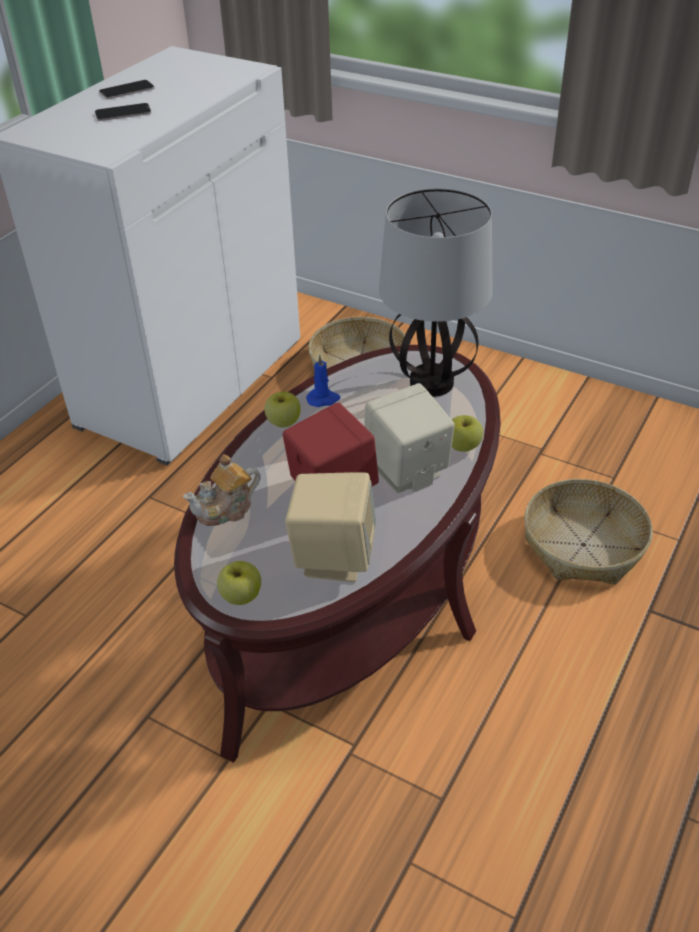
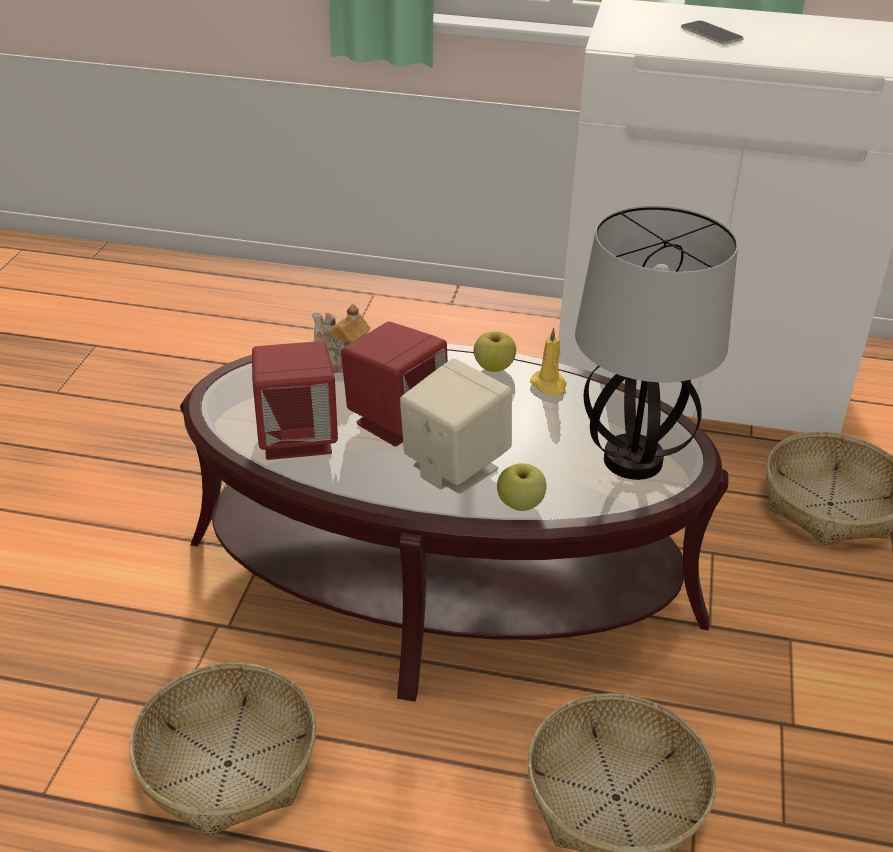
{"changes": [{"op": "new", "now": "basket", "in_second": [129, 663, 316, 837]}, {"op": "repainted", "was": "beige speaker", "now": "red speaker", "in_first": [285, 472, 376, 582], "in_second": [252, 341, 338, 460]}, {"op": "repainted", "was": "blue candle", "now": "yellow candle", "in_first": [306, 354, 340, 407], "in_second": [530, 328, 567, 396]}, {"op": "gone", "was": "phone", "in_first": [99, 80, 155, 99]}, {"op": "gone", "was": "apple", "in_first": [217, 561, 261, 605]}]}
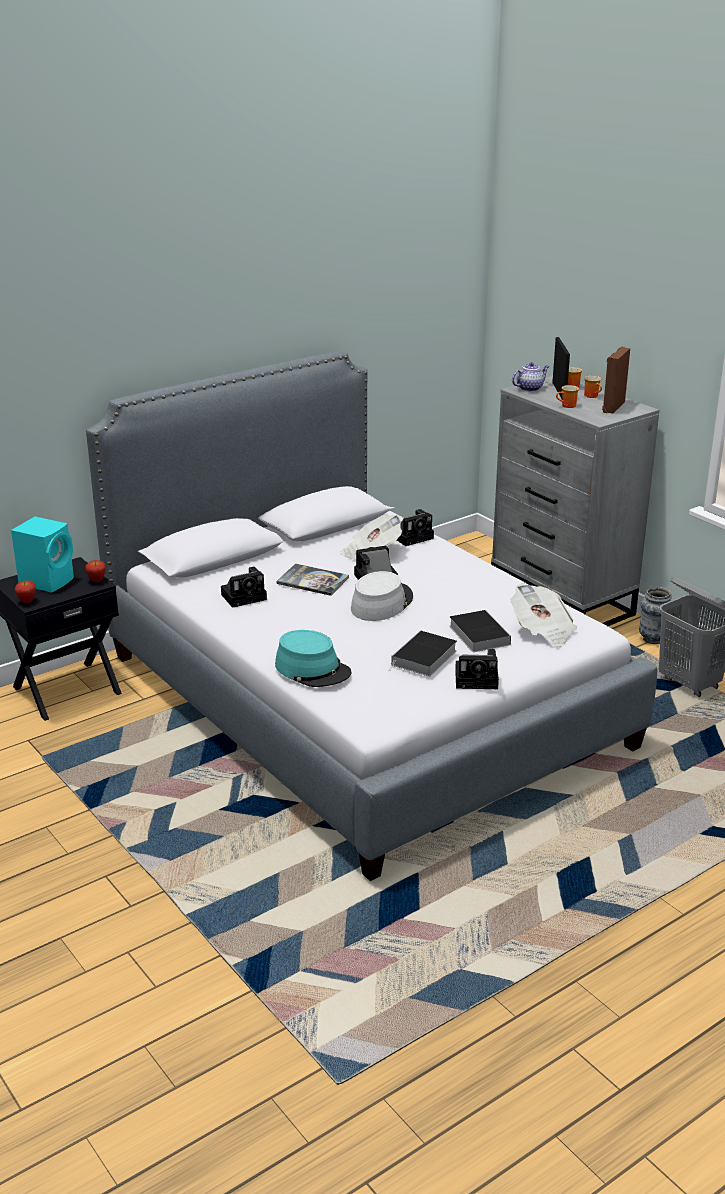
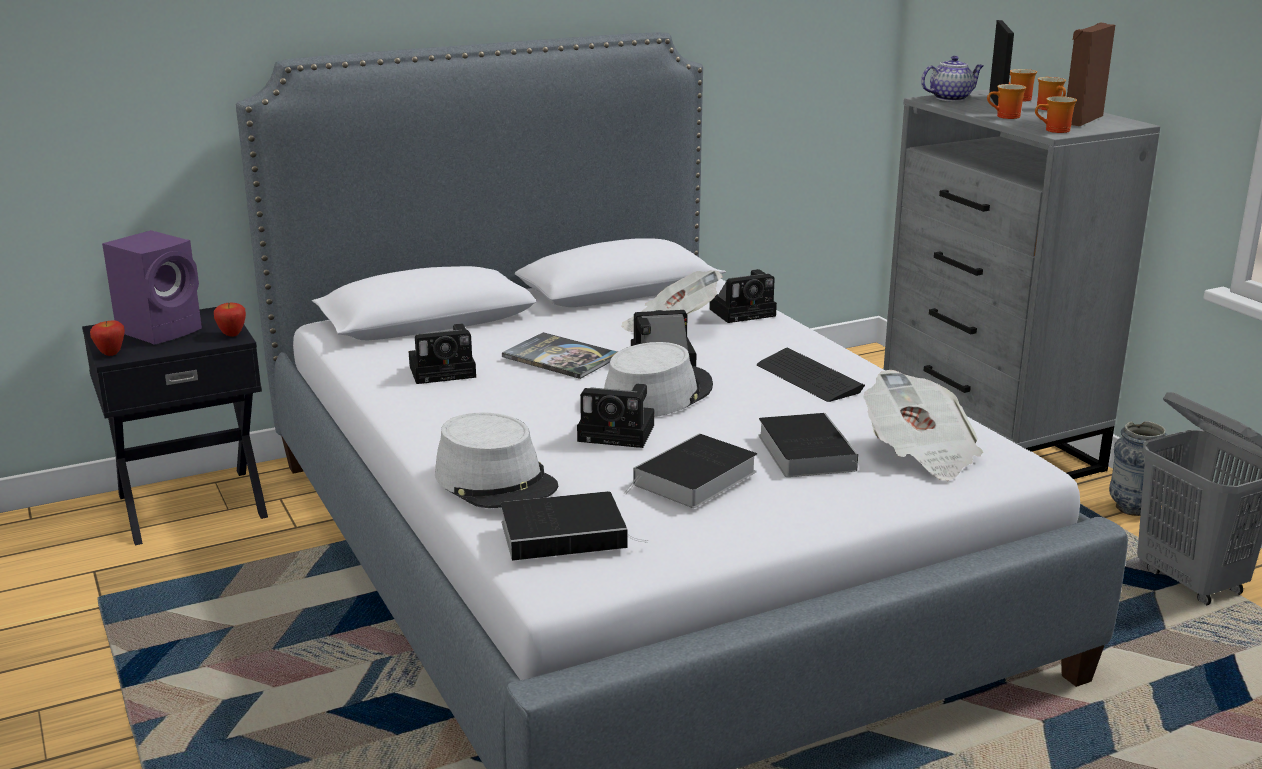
{"changes": [{"op": "repainted", "was": "turquoise speaker", "now": "purple speaker", "in_first": [11, 517, 74, 593], "in_second": [102, 230, 202, 345]}, {"op": "repainted", "was": "turquoise hat", "now": "grey hat", "in_first": [275, 630, 352, 687], "in_second": [435, 412, 558, 508]}, {"op": "new", "now": "book", "in_second": [501, 491, 648, 561]}, {"op": "shifted", "was": "photo camera", "in_first": [455, 649, 499, 689], "in_second": [577, 384, 654, 448]}, {"op": "new", "now": "keyboard", "in_second": [757, 348, 865, 402]}, {"op": "new", "now": "mug", "in_second": [1035, 96, 1077, 133]}]}
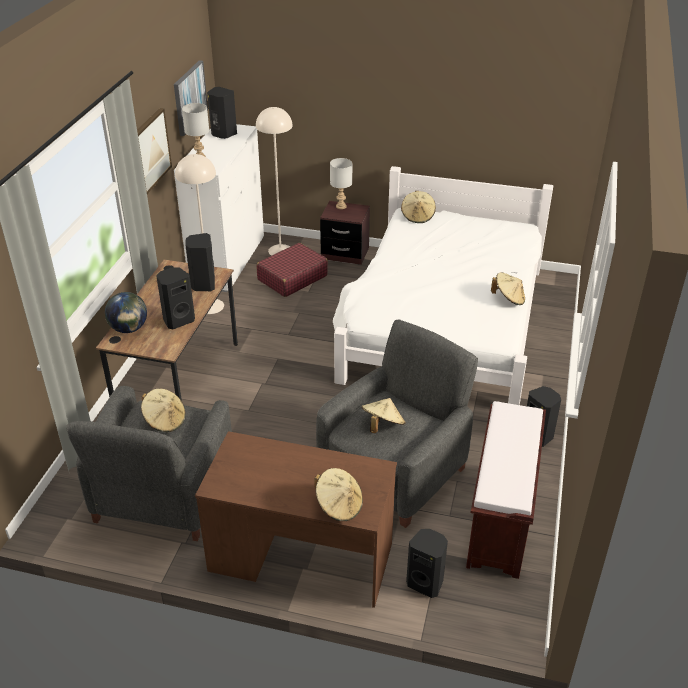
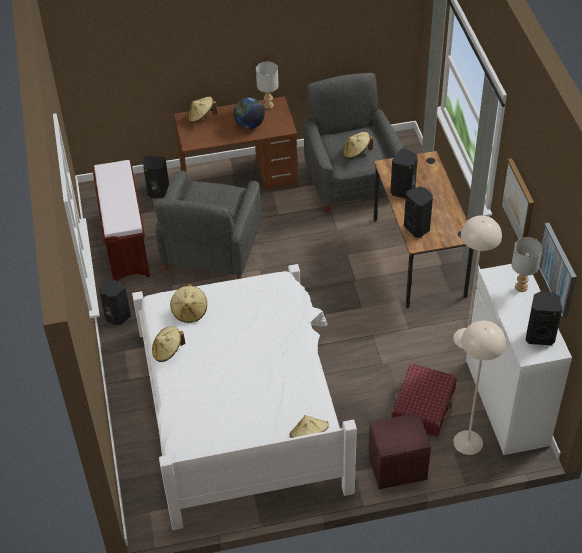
{"changes": [{"op": "shifted", "was": "beige hat", "in_first": [361, 398, 406, 433], "in_second": [170, 284, 207, 323]}, {"op": "shifted", "was": "globe", "in_first": [105, 292, 147, 333], "in_second": [234, 97, 265, 129]}, {"op": "shifted", "was": "grey table lamp", "in_first": [330, 158, 352, 209], "in_second": [256, 62, 279, 109]}]}
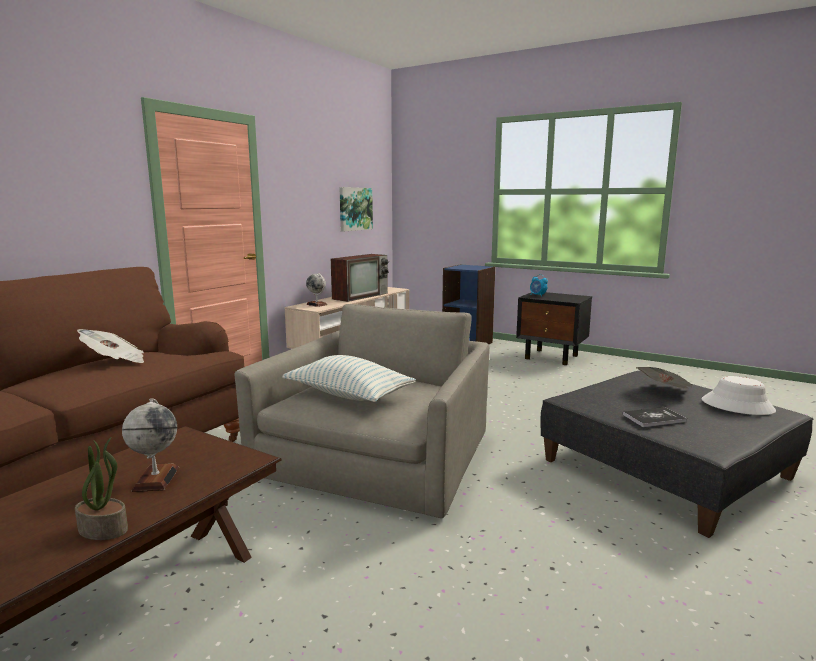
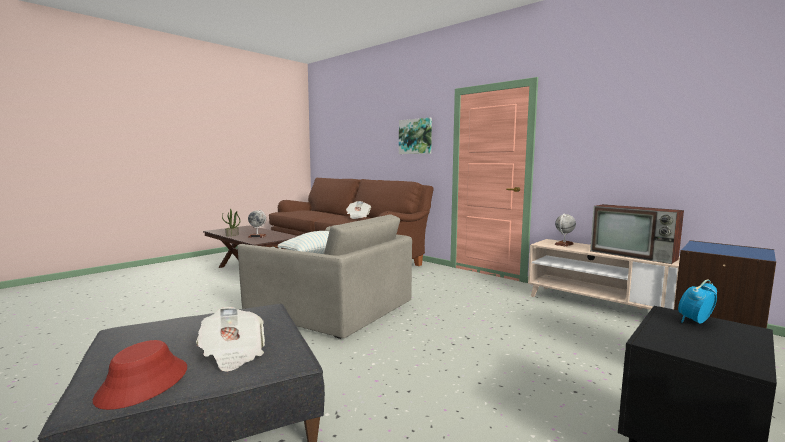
{"changes": [{"op": "repainted", "was": "white hat", "now": "red hat", "in_first": [702, 376, 776, 415], "in_second": [93, 340, 187, 410]}, {"op": "shifted", "was": "picture", "in_first": [339, 187, 373, 231], "in_second": [399, 118, 432, 154]}, {"op": "gone", "was": "book", "in_first": [623, 407, 687, 427]}]}
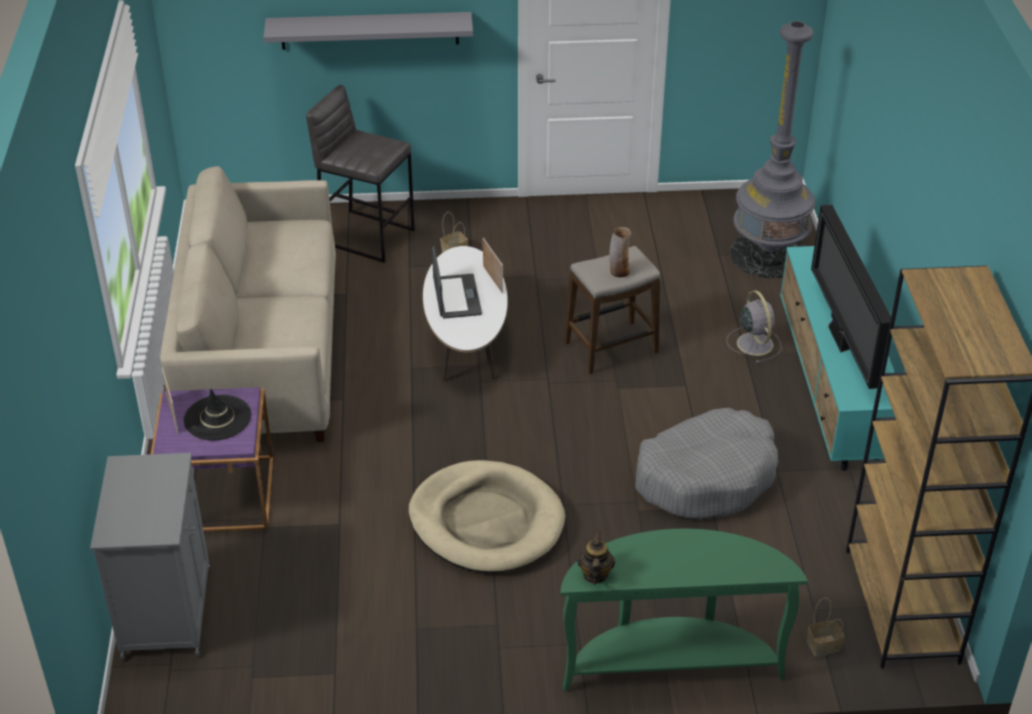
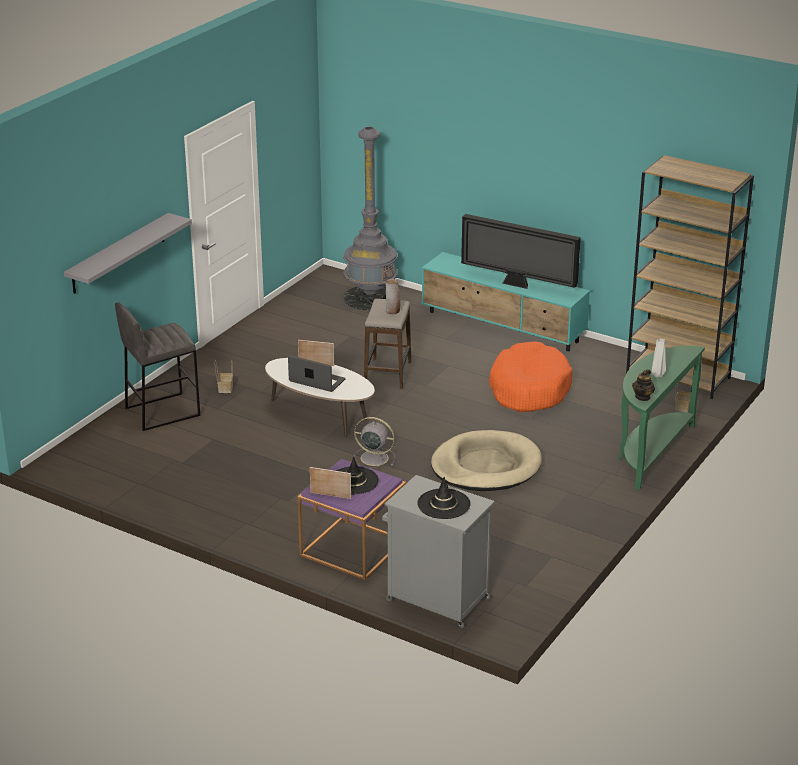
{"changes": [{"op": "shifted", "was": "grey fan", "in_first": [727, 290, 782, 363], "in_second": [354, 417, 395, 468]}, {"op": "new", "now": "black hat", "in_second": [417, 477, 471, 519]}, {"op": "repainted", "was": "grey dog bed", "now": "orange dog bed", "in_first": [635, 408, 778, 519], "in_second": [489, 341, 572, 412]}, {"op": "rotated", "was": "teapot", "in_first": [577, 531, 615, 585], "in_second": [632, 369, 655, 401], "clockwise": -105}, {"op": "new", "now": "grey vase", "in_second": [652, 338, 666, 378]}, {"op": "gone", "was": "beige sofa", "in_first": [160, 166, 336, 442]}]}
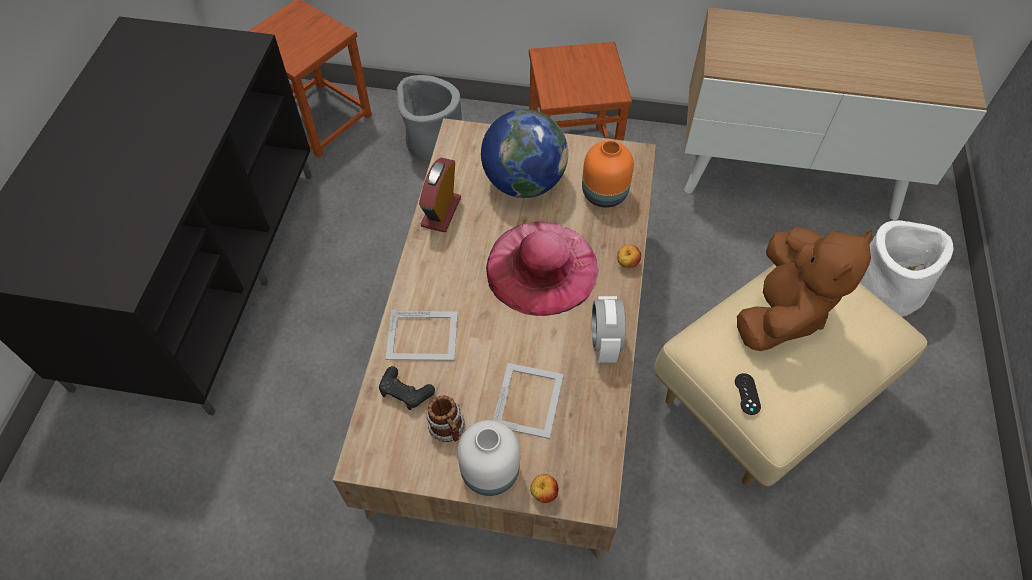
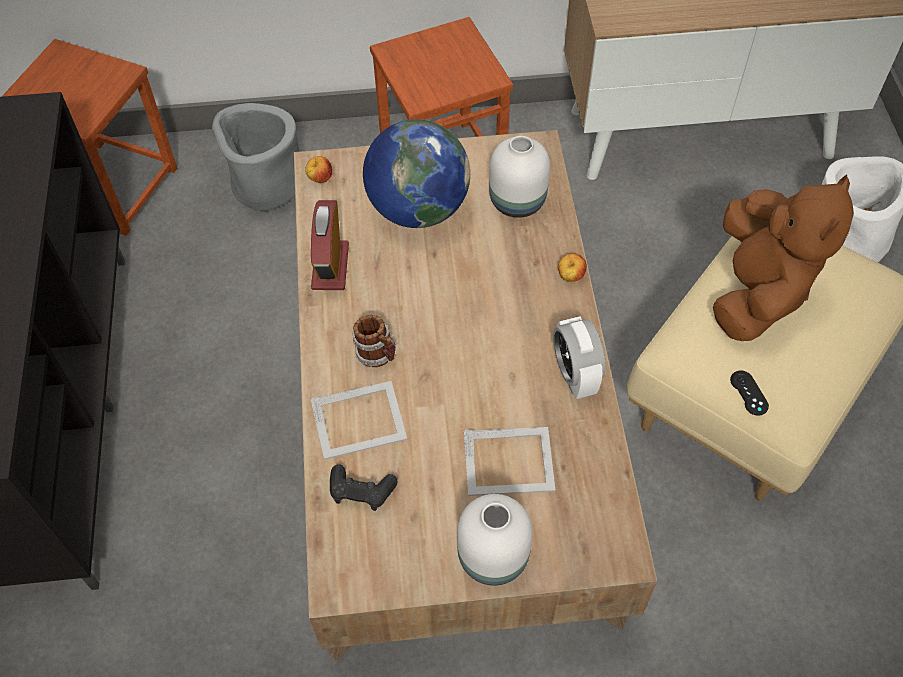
{"changes": [{"op": "shifted", "was": "apple", "in_first": [530, 474, 559, 503], "in_second": [305, 156, 332, 183]}, {"op": "shifted", "was": "mug", "in_first": [426, 396, 465, 442], "in_second": [352, 315, 396, 367]}, {"op": "rotated", "was": "picture frame", "in_first": [493, 363, 564, 439], "in_second": [464, 427, 555, 496], "clockwise": 90}, {"op": "repainted", "was": "orange vase", "now": "white vase", "in_first": [582, 140, 634, 208], "in_second": [489, 136, 550, 218]}, {"op": "gone", "was": "pink hat", "in_first": [486, 222, 599, 316]}]}
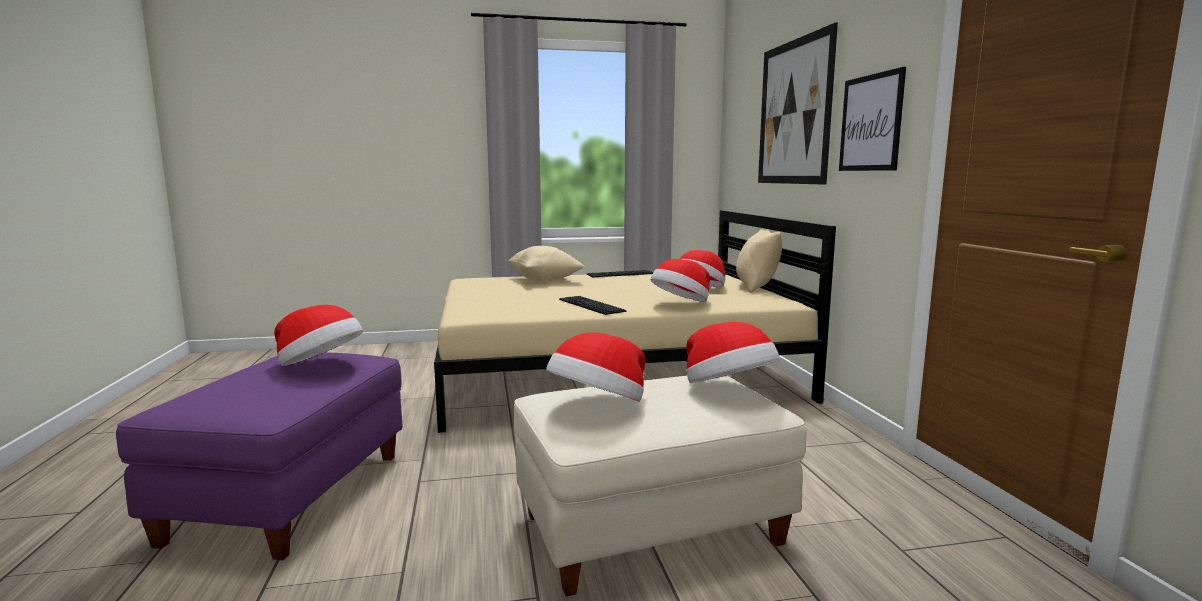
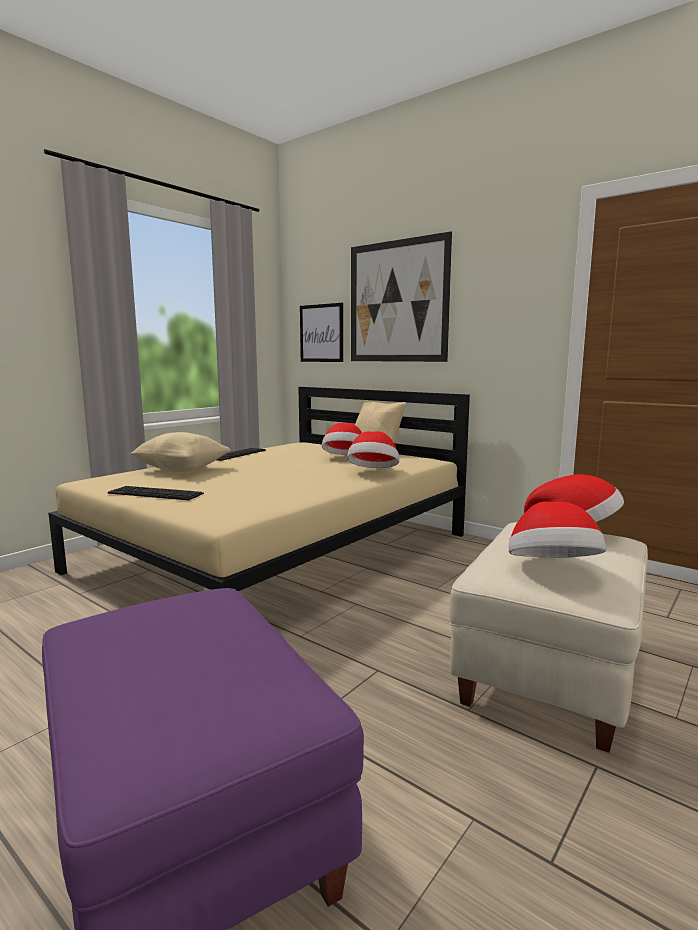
{"changes": [{"op": "shifted", "was": "keyboard", "in_first": [559, 296, 626, 315], "in_second": [108, 486, 204, 500]}, {"op": "shifted", "was": "picture", "in_first": [839, 67, 906, 171], "in_second": [300, 303, 343, 362]}, {"op": "gone", "was": "hat", "in_first": [274, 305, 363, 366]}]}
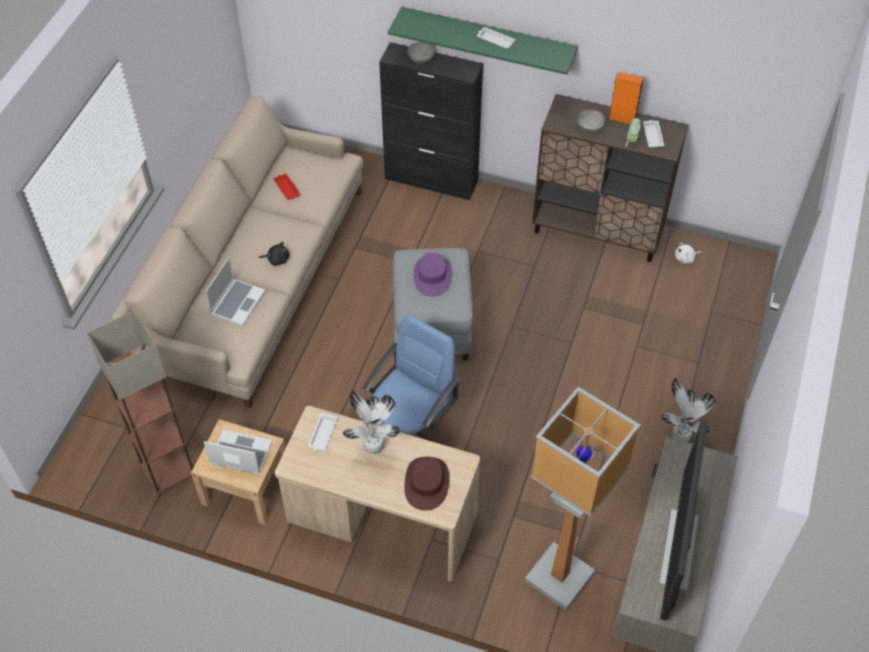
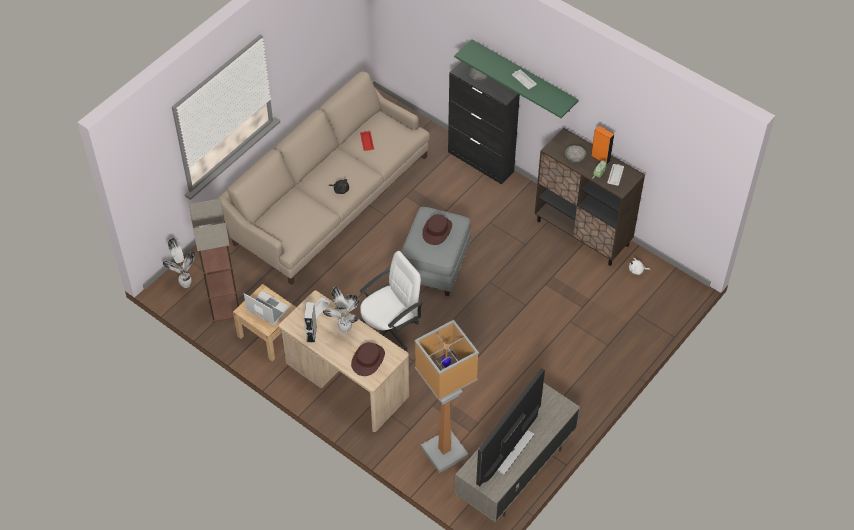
{"changes": [{"op": "shifted", "was": "potted plant", "in_first": [661, 378, 716, 442], "in_second": [163, 238, 196, 288]}, {"op": "new", "now": "grey speaker", "in_second": [304, 302, 317, 343]}, {"op": "repainted", "was": "blue office chair", "now": "white office chair", "in_first": [363, 315, 460, 445], "in_second": [360, 251, 423, 352]}, {"op": "repainted", "was": "purple hat", "now": "brown hat", "in_first": [414, 253, 451, 296], "in_second": [422, 214, 452, 245]}, {"op": "gone", "was": "laptop", "in_first": [205, 256, 266, 326]}]}
